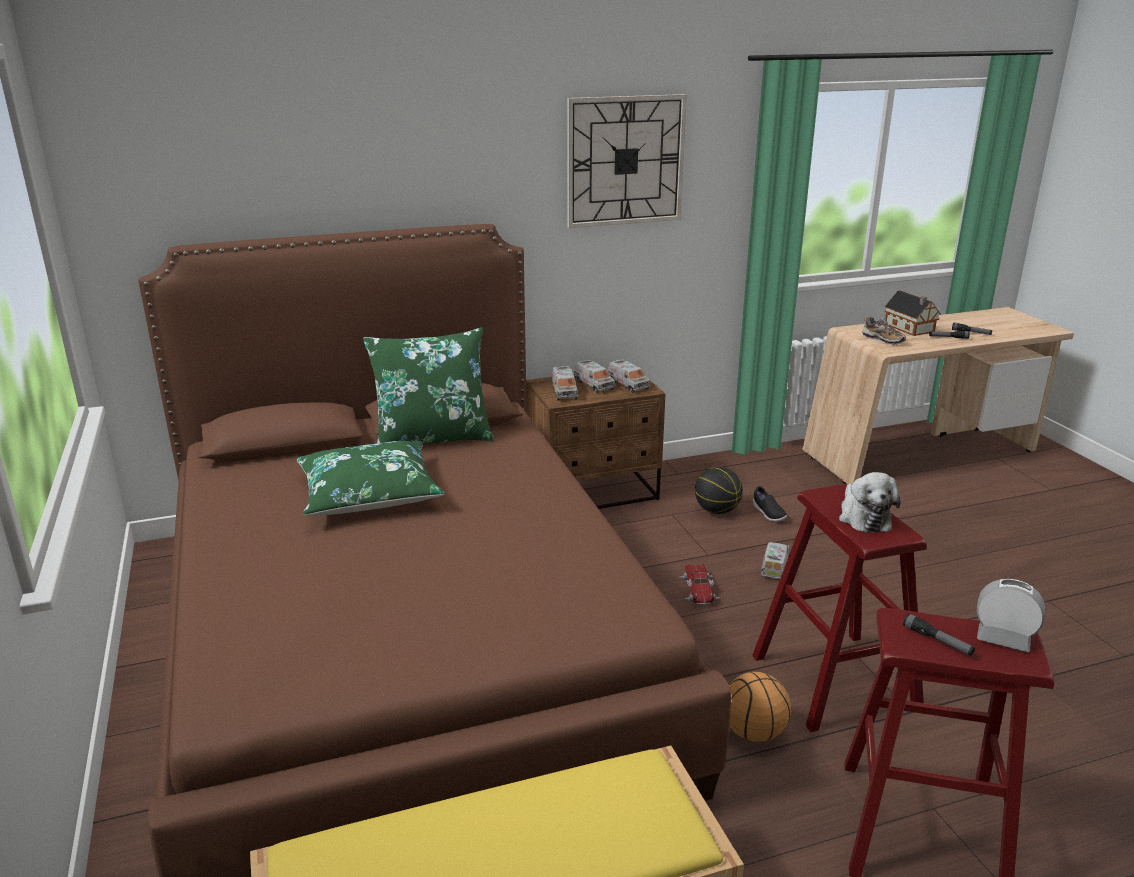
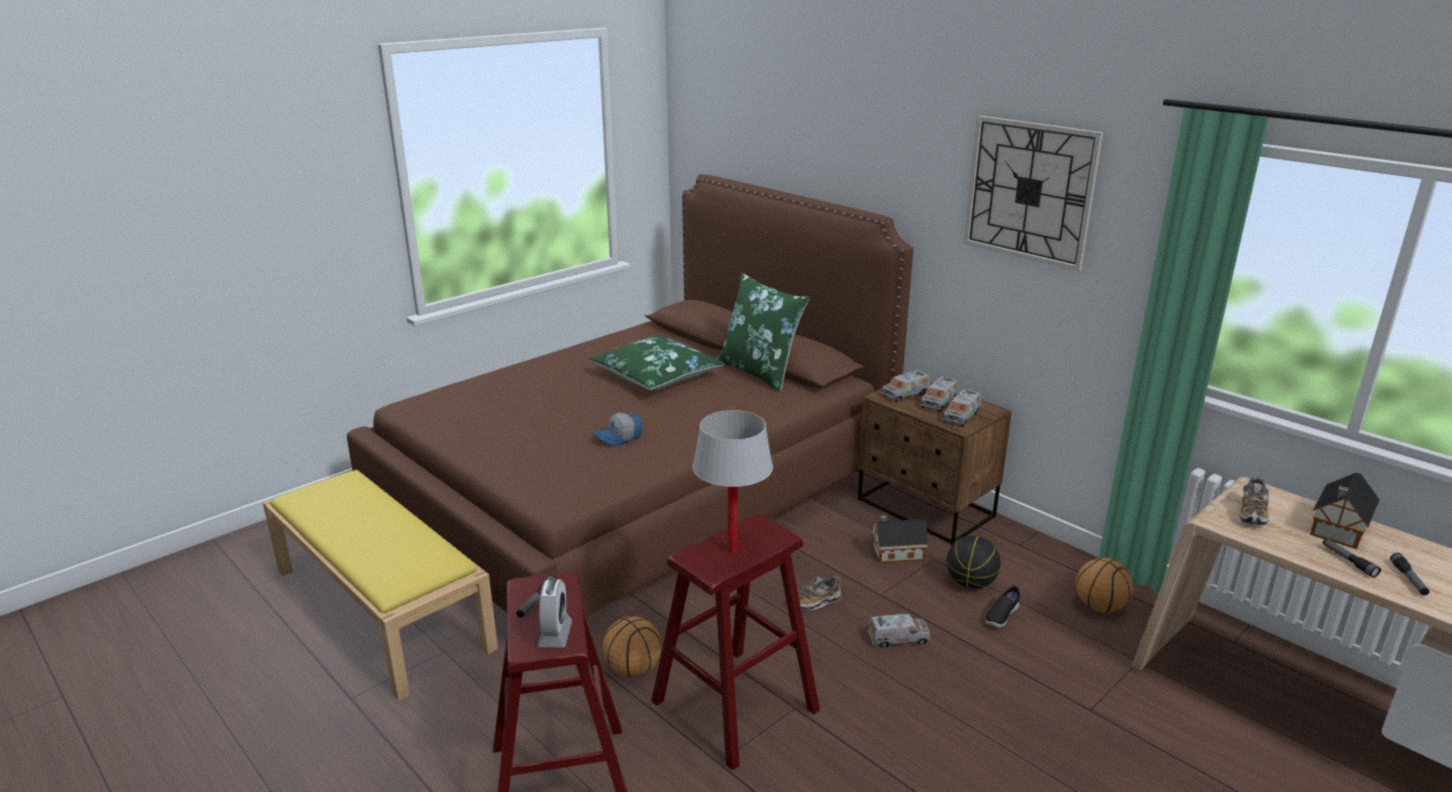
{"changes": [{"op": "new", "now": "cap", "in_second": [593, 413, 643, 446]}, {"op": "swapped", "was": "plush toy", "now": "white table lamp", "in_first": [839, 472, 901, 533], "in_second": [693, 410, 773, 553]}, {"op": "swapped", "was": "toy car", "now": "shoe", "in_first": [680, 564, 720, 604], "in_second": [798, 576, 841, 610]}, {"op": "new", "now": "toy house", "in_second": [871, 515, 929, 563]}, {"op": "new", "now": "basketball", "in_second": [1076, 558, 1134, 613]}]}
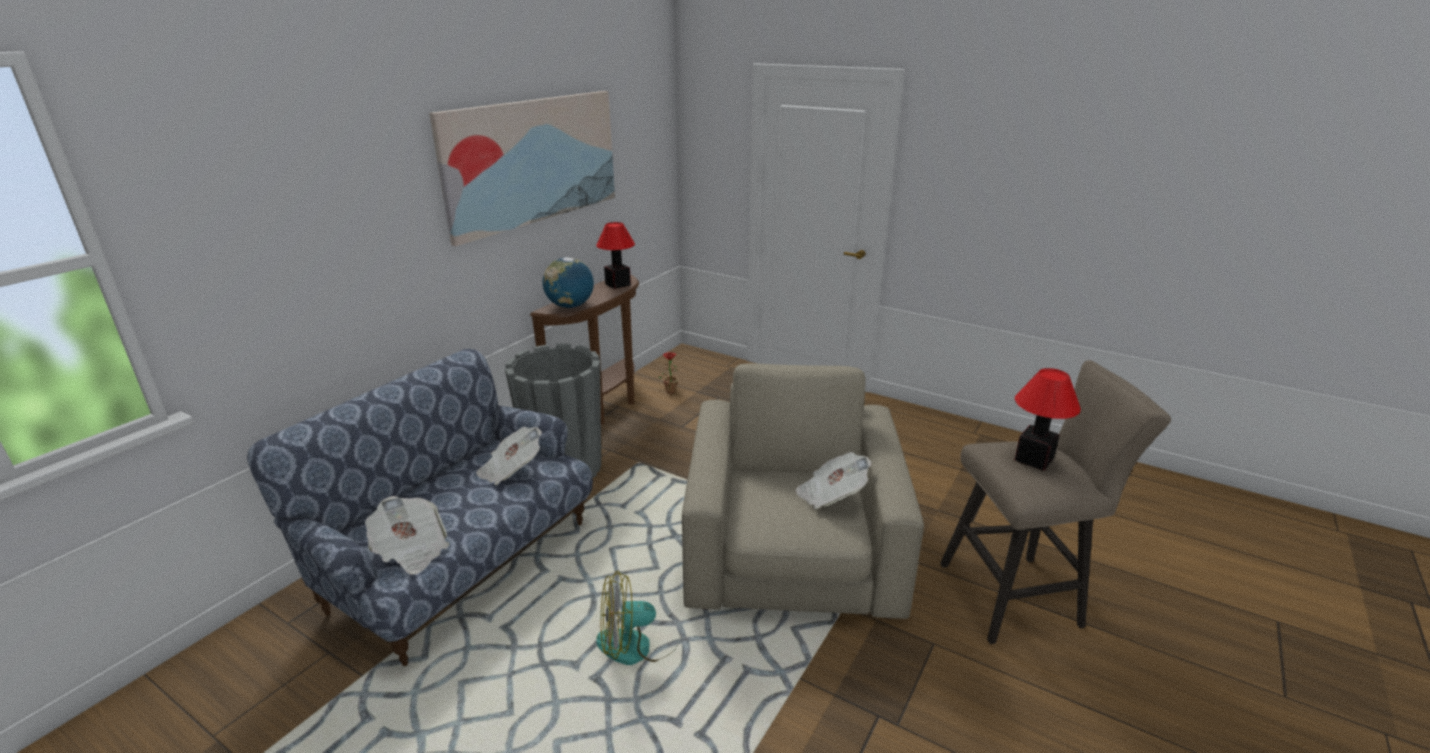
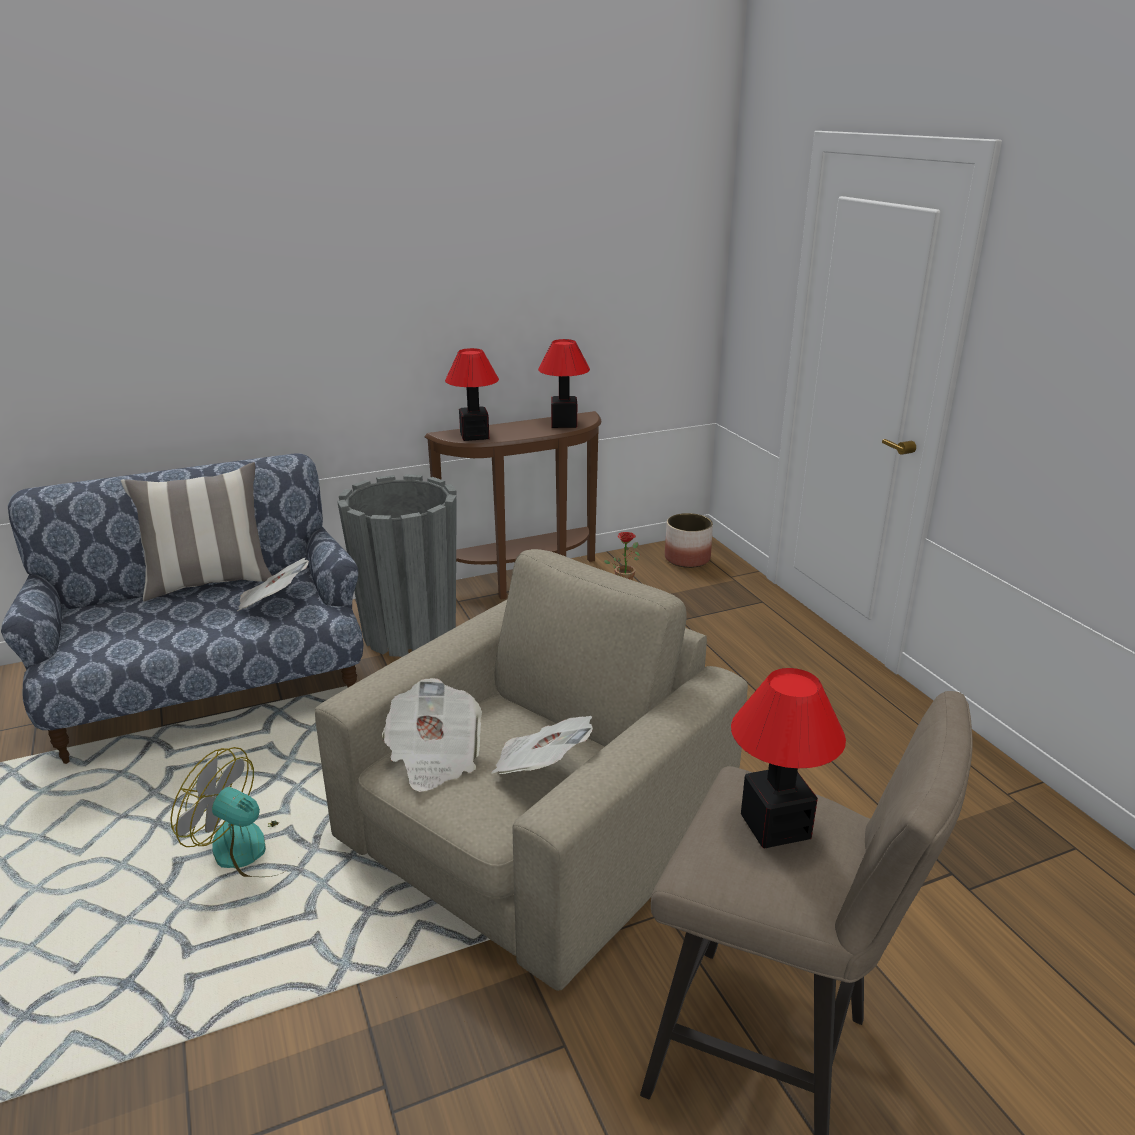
{"changes": [{"op": "new", "now": "pillow", "in_second": [121, 462, 272, 601]}, {"op": "shifted", "was": "newspaper", "in_first": [365, 496, 449, 574], "in_second": [382, 678, 482, 792]}, {"op": "swapped", "was": "globe", "now": "table lamp", "in_first": [542, 257, 594, 308], "in_second": [445, 348, 499, 441]}, {"op": "new", "now": "planter", "in_second": [665, 513, 713, 568]}, {"op": "gone", "was": "picture", "in_first": [429, 91, 615, 246]}]}
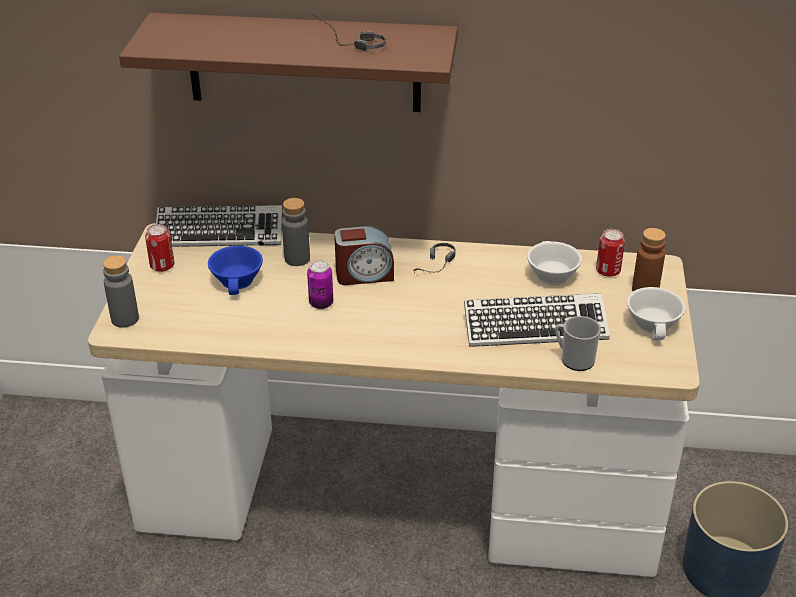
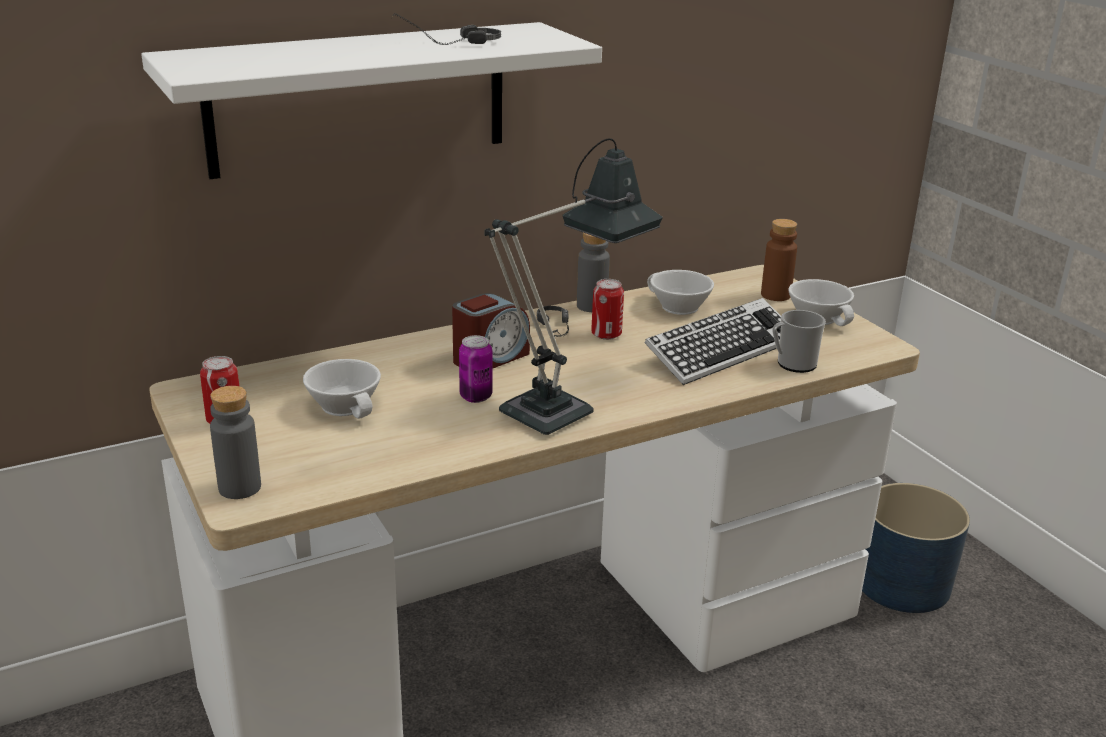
{"changes": [{"op": "repainted", "was": "brown shelf", "now": "white shelf", "in_first": [119, 13, 458, 112], "in_second": [141, 22, 602, 179]}, {"op": "repainted", "was": "blue cup", "now": "white cup", "in_first": [208, 246, 263, 295], "in_second": [303, 359, 381, 419]}, {"op": "new", "now": "table lamp", "in_second": [484, 138, 663, 435]}, {"op": "shifted", "was": "grey bottle", "in_first": [282, 198, 310, 266], "in_second": [577, 232, 610, 312]}, {"op": "shifted", "was": "can", "in_first": [596, 229, 625, 277], "in_second": [591, 279, 624, 340]}, {"op": "gone", "was": "keyboard", "in_first": [156, 205, 282, 247]}]}
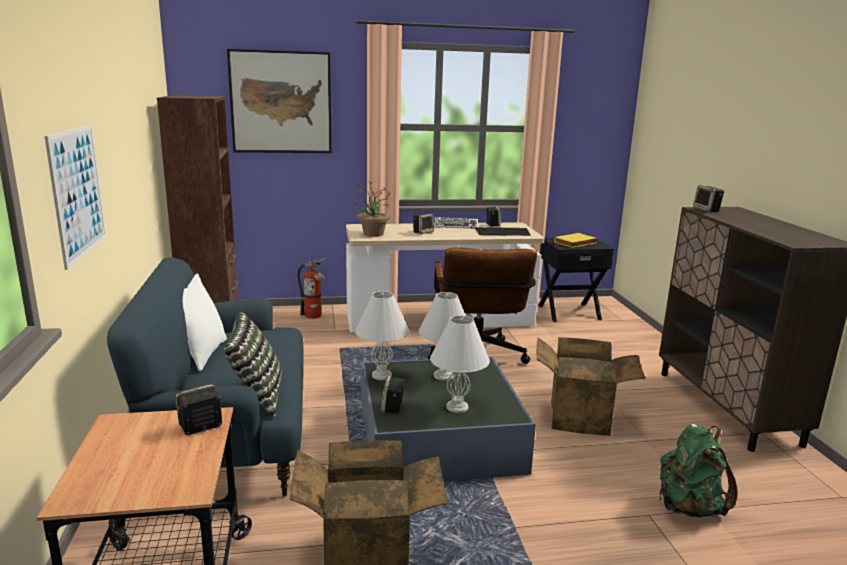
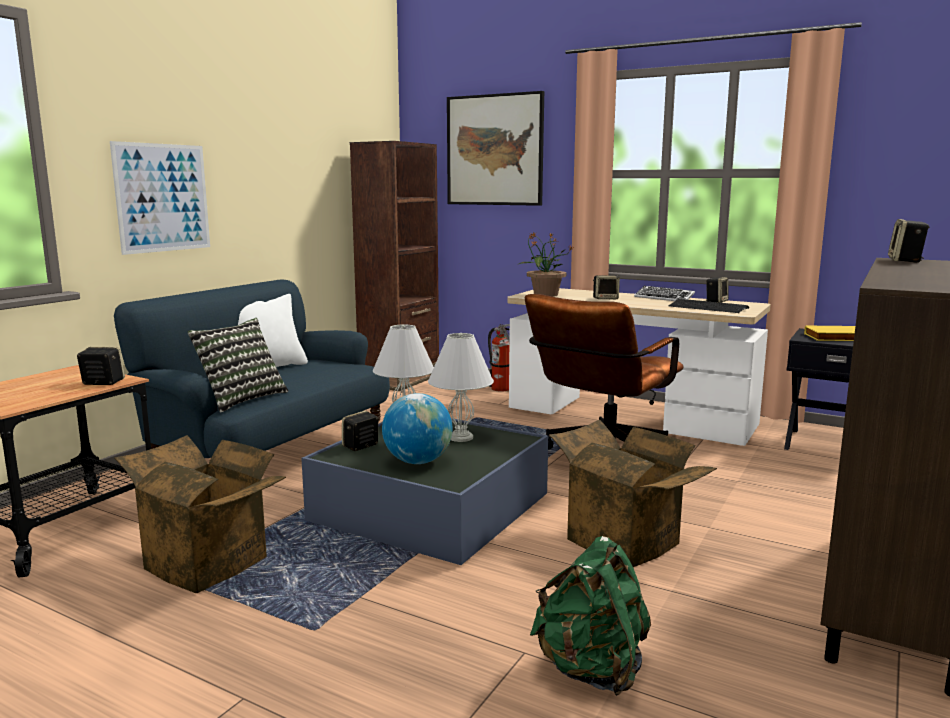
{"changes": [{"op": "swapped", "was": "white table lamp", "now": "globe", "in_first": [430, 315, 490, 413], "in_second": [382, 393, 453, 464]}]}
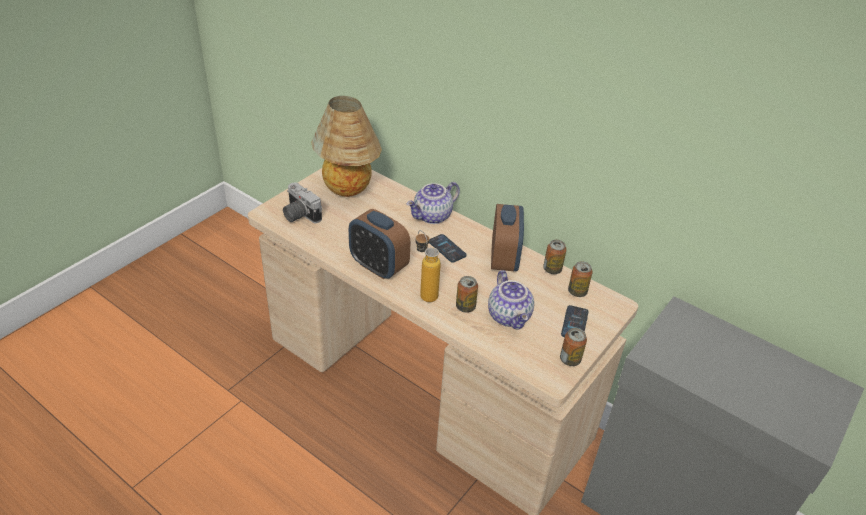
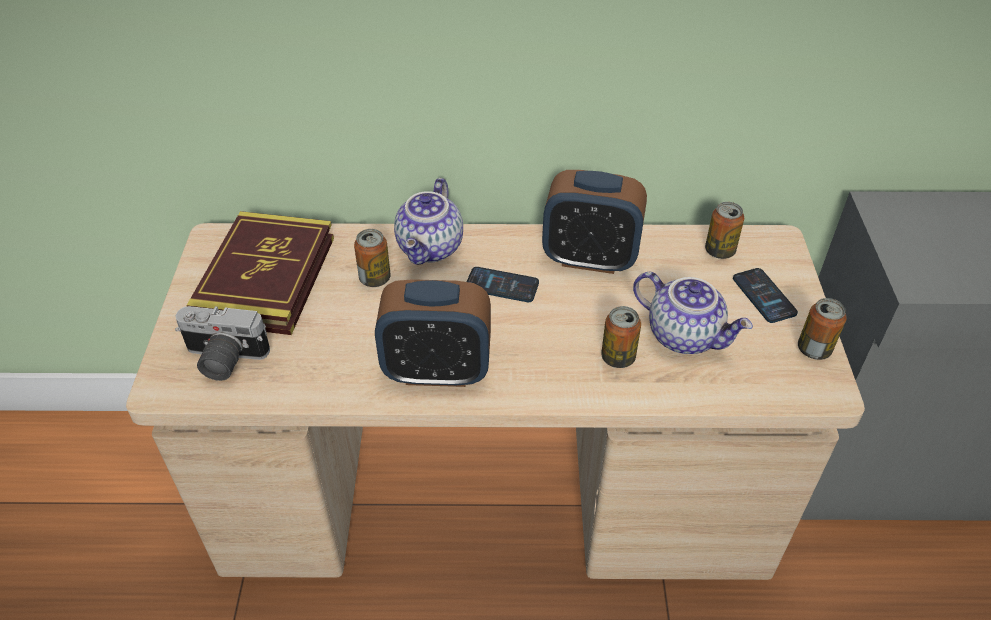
{"changes": [{"op": "swapped", "was": "table lamp", "now": "book", "in_first": [311, 96, 382, 197], "in_second": [186, 211, 334, 335]}, {"op": "shifted", "was": "can", "in_first": [543, 240, 567, 274], "in_second": [354, 229, 391, 287]}, {"op": "rotated", "was": "alarm clock", "in_first": [491, 204, 524, 271], "in_second": [542, 170, 647, 274], "clockwise": 135}, {"op": "gone", "was": "bottle", "in_first": [416, 230, 441, 302]}]}
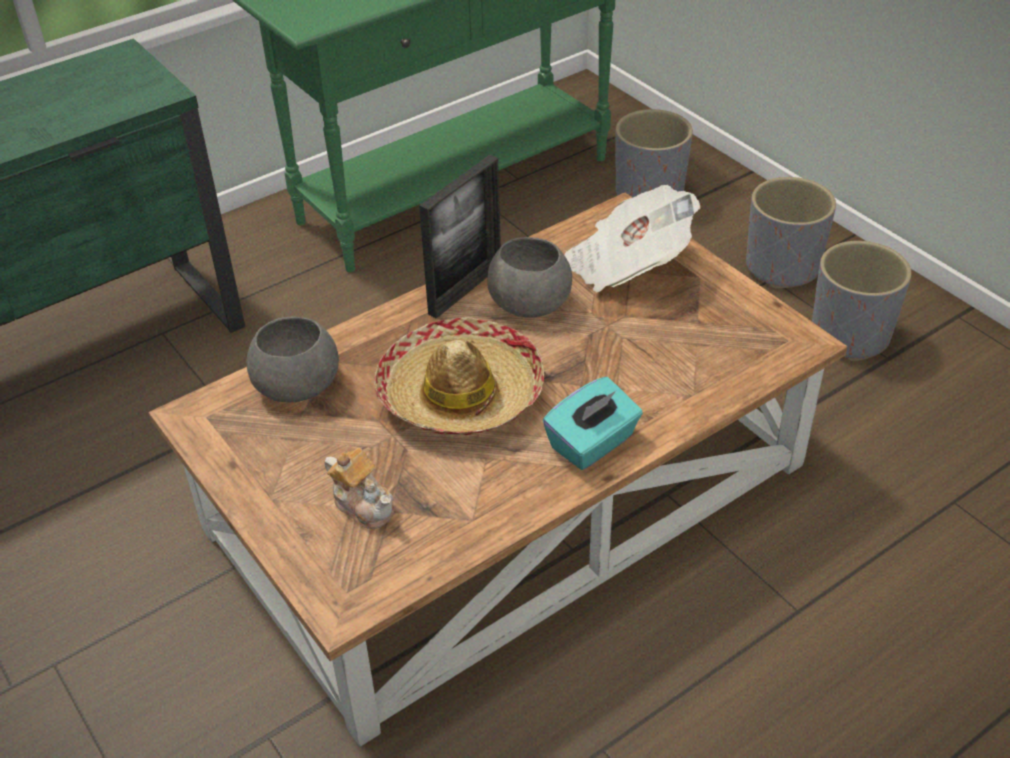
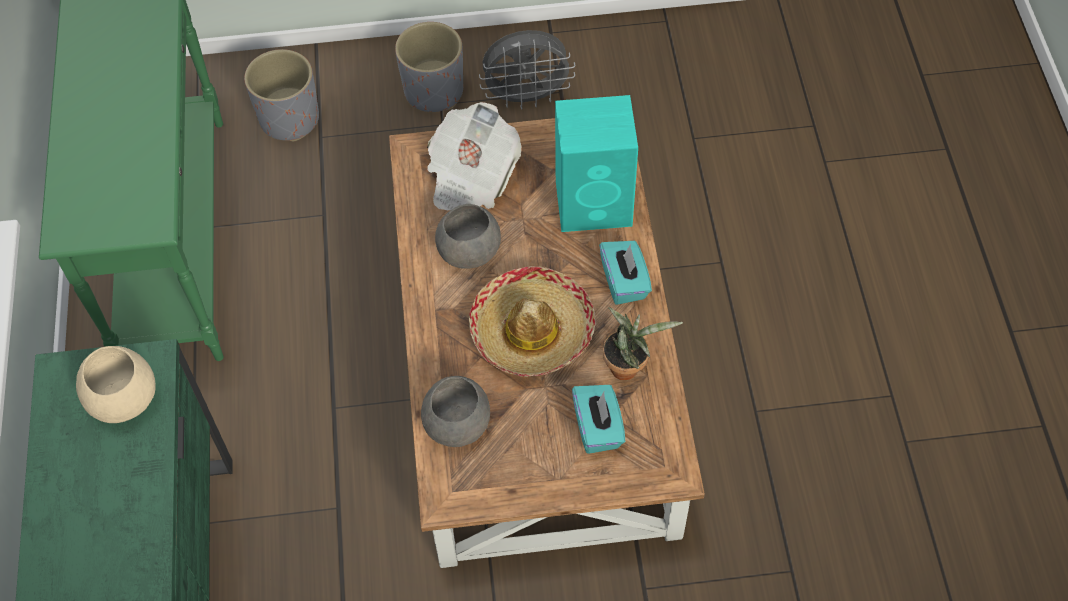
{"changes": [{"op": "new", "now": "beige bowl", "in_second": [76, 346, 156, 423]}, {"op": "swapped", "was": "grey planter", "now": "grey fan", "in_first": [812, 241, 911, 361], "in_second": [479, 30, 575, 109]}, {"op": "new", "now": "turquoise speaker", "in_second": [555, 95, 638, 232]}, {"op": "swapped", "was": "teapot", "now": "turquoise tissue box", "in_first": [325, 448, 394, 529], "in_second": [572, 385, 625, 454]}, {"op": "new", "now": "potted plant", "in_second": [603, 307, 683, 380]}, {"op": "gone", "was": "picture frame", "in_first": [419, 155, 501, 318]}]}
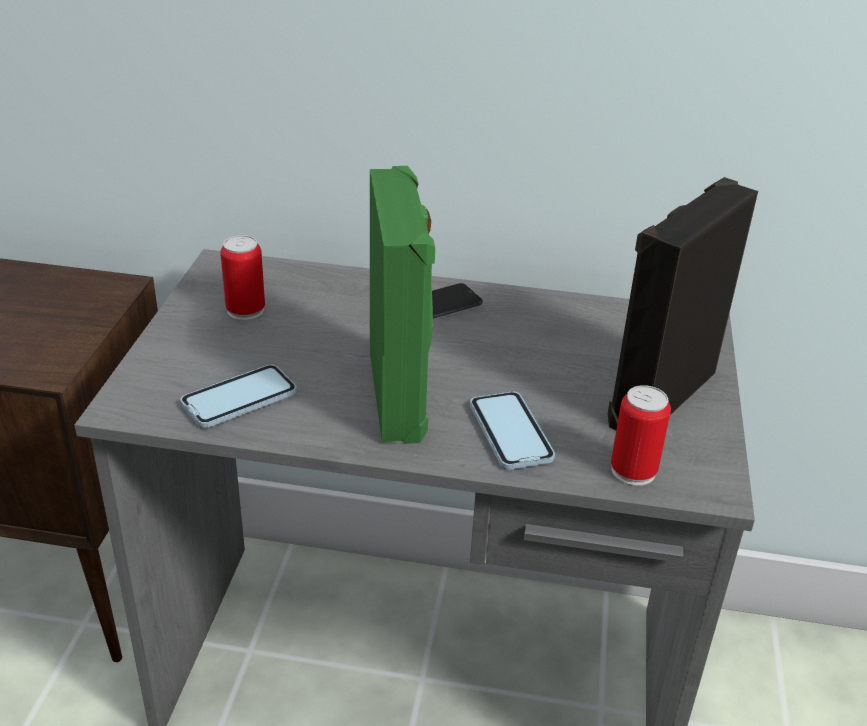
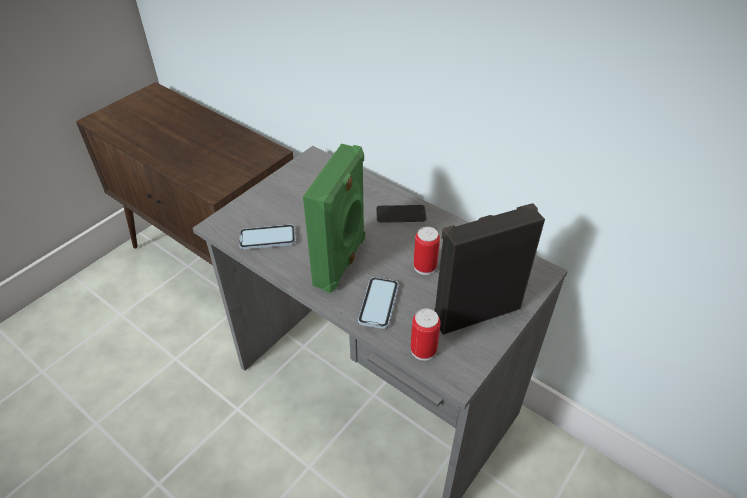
{"changes": [{"op": "shifted", "was": "can", "in_first": [220, 235, 265, 320], "in_second": [413, 227, 440, 275]}]}
